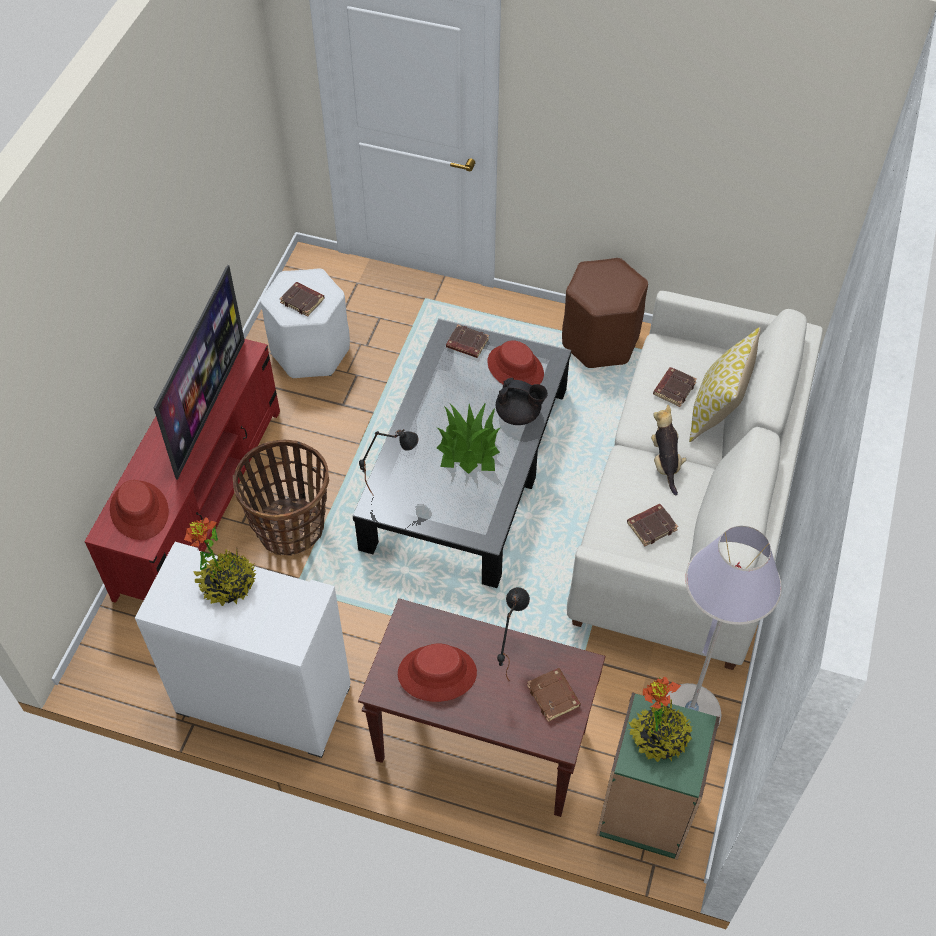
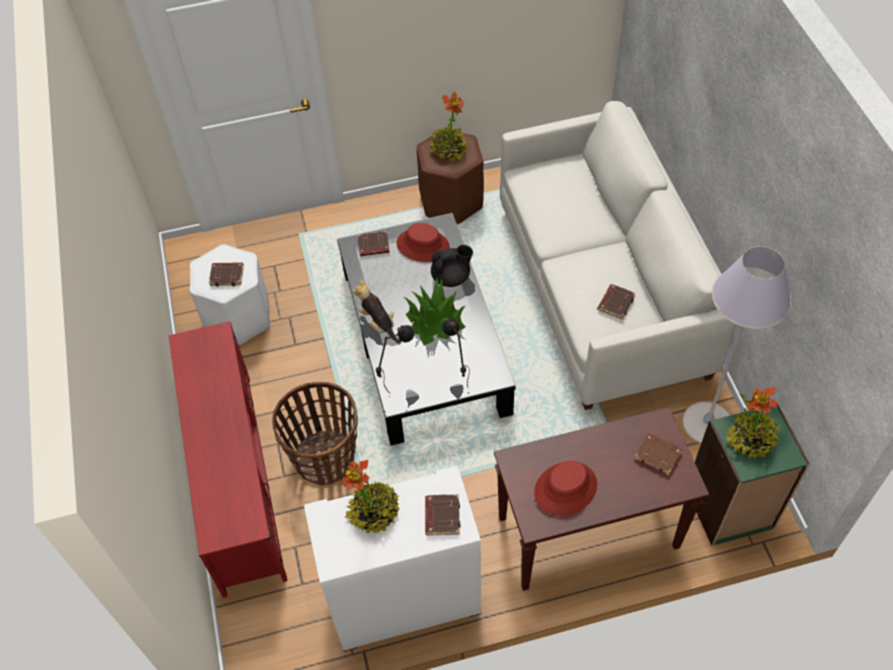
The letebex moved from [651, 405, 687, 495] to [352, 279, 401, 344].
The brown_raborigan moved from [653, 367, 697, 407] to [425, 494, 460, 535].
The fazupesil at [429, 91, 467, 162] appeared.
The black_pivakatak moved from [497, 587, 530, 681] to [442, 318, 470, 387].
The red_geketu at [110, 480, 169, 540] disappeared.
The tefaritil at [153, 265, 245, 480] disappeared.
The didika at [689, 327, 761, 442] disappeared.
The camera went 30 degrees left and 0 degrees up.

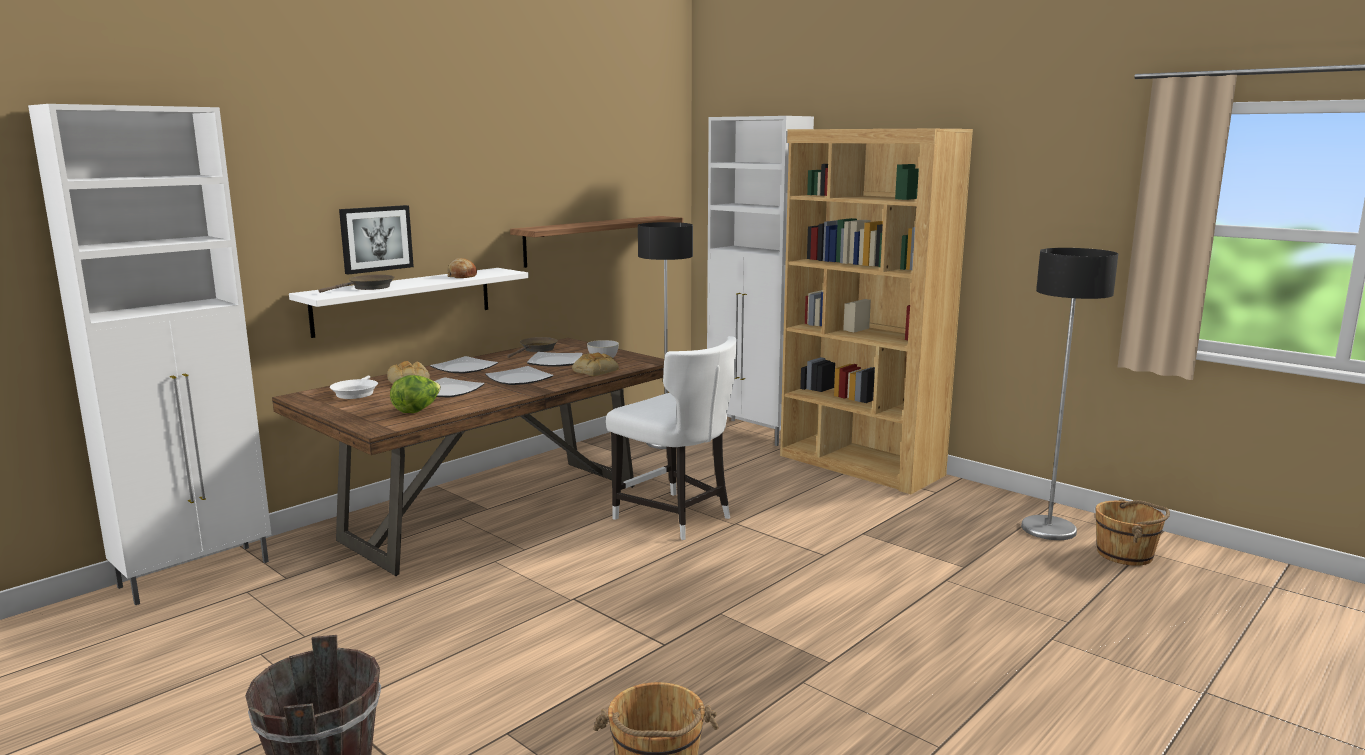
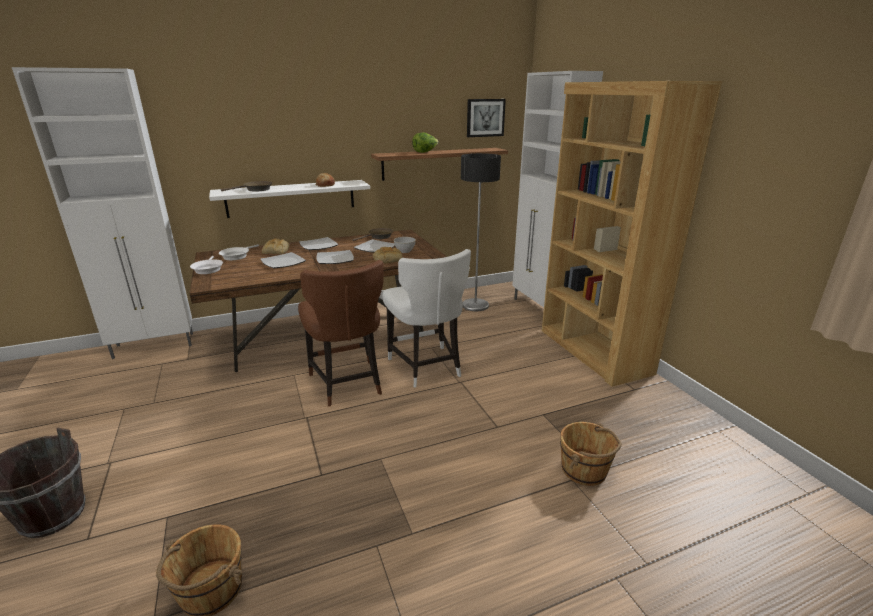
The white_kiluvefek at [190, 256, 223, 274] appeared.
The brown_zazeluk at [298, 260, 384, 407] appeared.
The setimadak moved from [390, 375, 441, 413] to [412, 132, 439, 153].
The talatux moved from [339, 205, 414, 275] to [467, 99, 506, 137].
The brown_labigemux moved from [1096, 499, 1170, 566] to [560, 422, 622, 486].
The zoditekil at [1021, 248, 1118, 540] disappeared.
The camera went 25 degrees right and 10 degrees up.

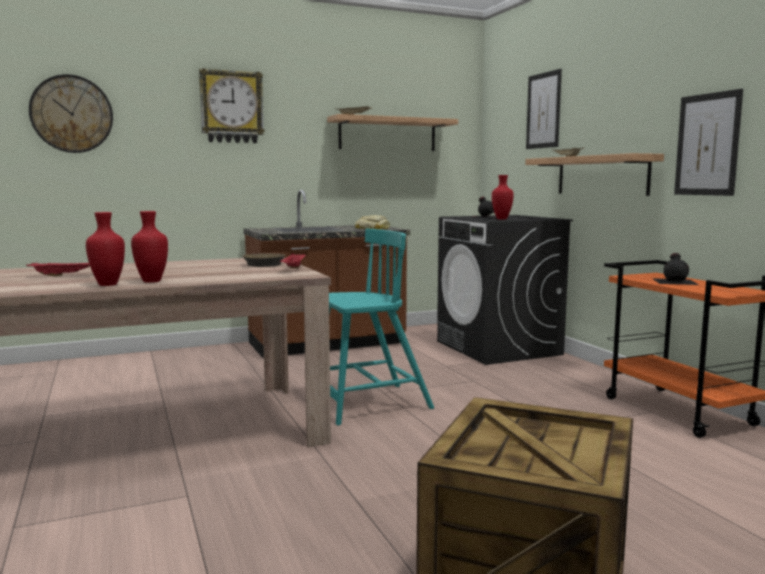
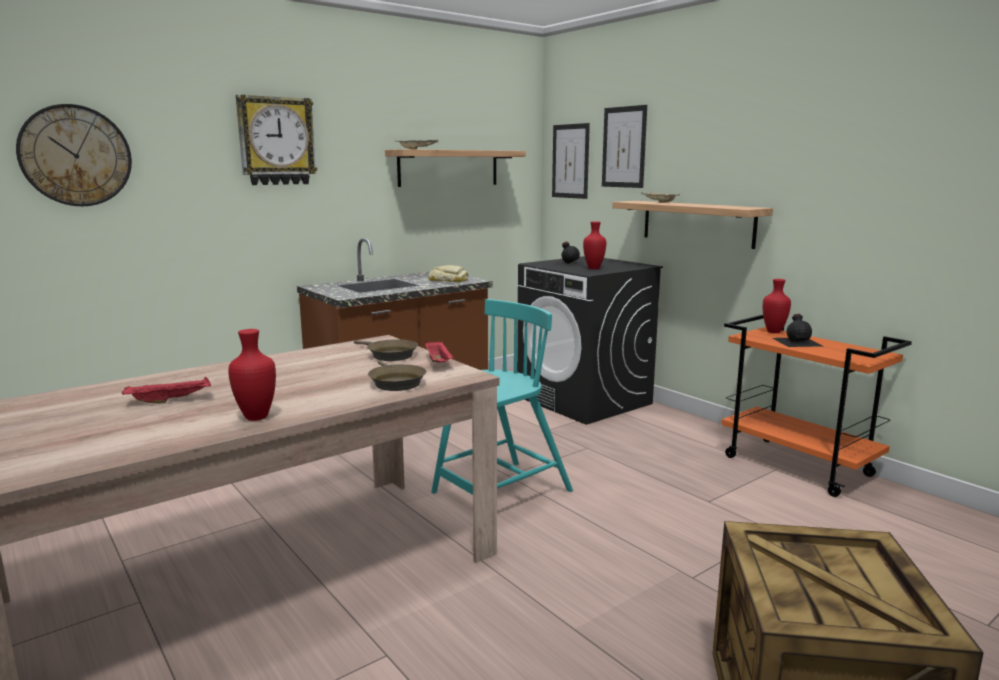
The brown_kiluvefek at [368, 360, 427, 391] appeared.
The talatux moved from [674, 89, 743, 196] to [552, 123, 590, 199].
The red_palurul moved from [131, 211, 168, 283] to [763, 279, 791, 333].
The camera went 15 degrees left and 5 degrees up.

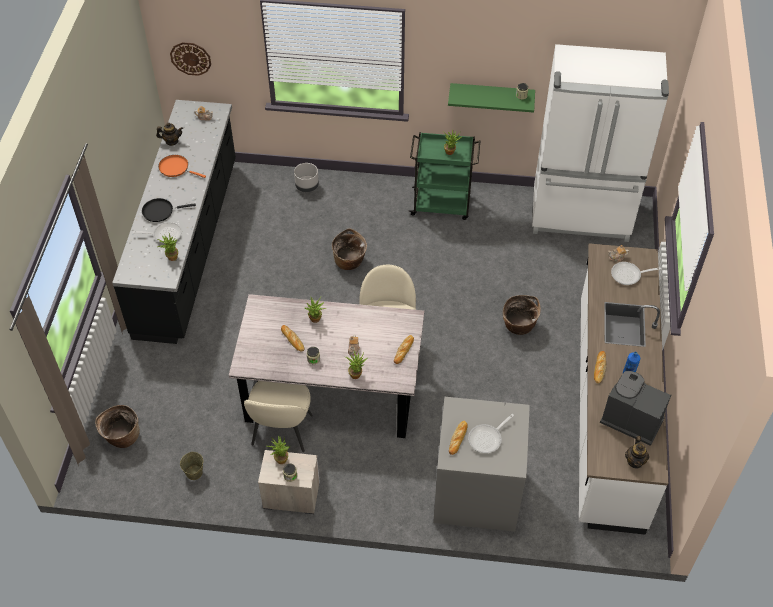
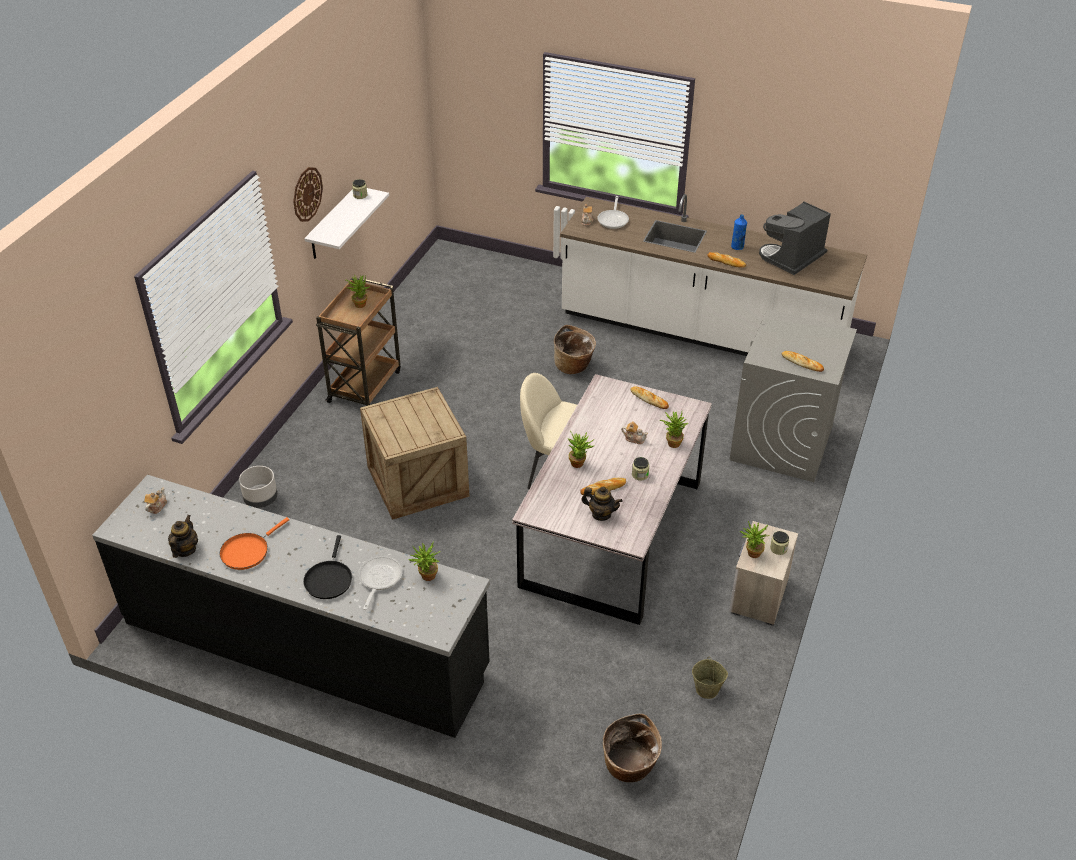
The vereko moved from [170, 42, 211, 76] to [293, 167, 323, 222].
The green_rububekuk at [448, 83, 535, 113] became the white_rububekuk at [304, 188, 389, 259].
The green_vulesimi at [409, 132, 480, 220] became the brown_vulesimi at [316, 278, 401, 406].
The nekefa at [332, 228, 367, 270] was replaced by the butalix at [360, 387, 470, 520].
The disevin moved from [625, 436, 649, 469] to [581, 486, 623, 521].
The beige_zazeluk at [244, 381, 313, 452] disappeared.
The kiluvefek at [468, 414, 514, 453] disappeared.
The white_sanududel at [532, 44, 669, 242] disappeared.
The camera went 75 degrees left and 10 degrees down.

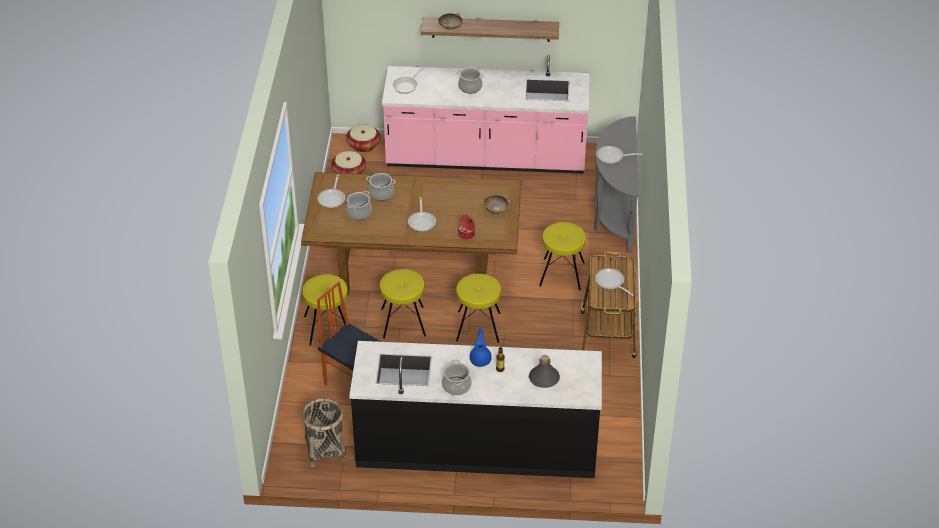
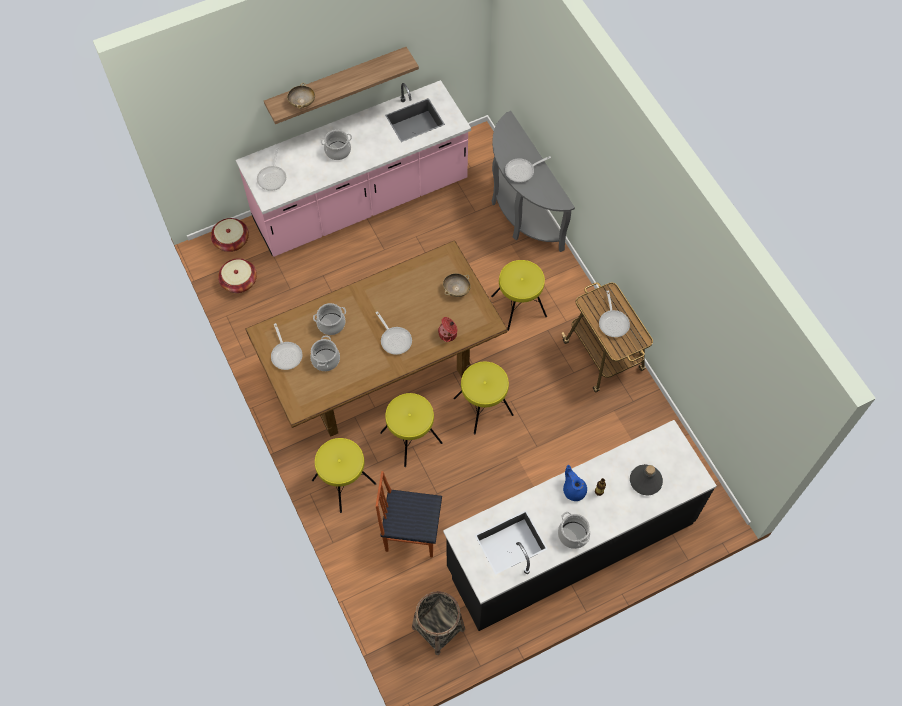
The kiluvefek at [595, 268, 634, 296] turned 120 degrees counterclockwise.
The camera went 30 degrees left and 20 degrees up.

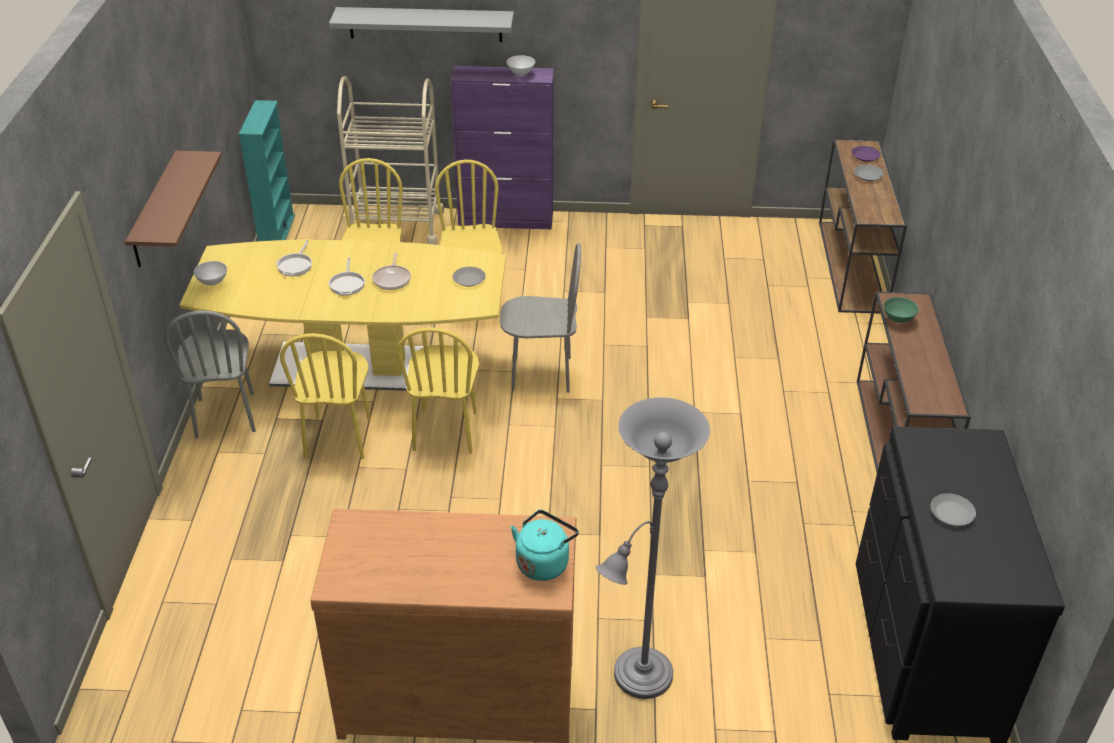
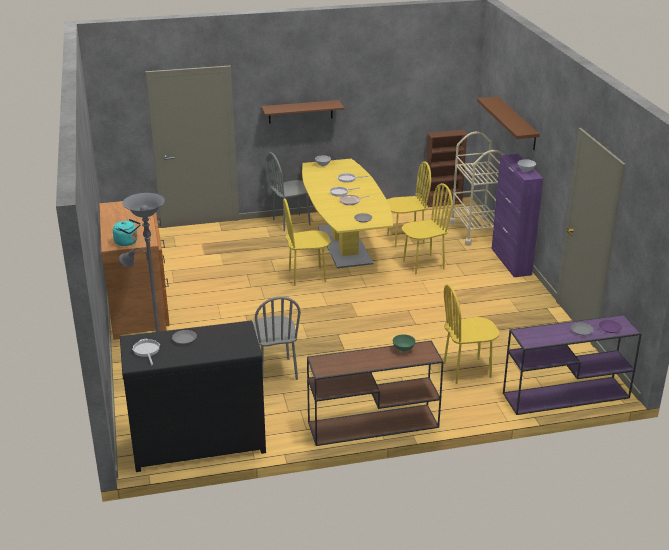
The kiluvefek at [132, 339, 160, 365] appeared.
The grey_zazeluk moved from [500, 243, 581, 393] to [253, 296, 301, 380].
The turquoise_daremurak at [239, 100, 295, 241] became the brown_daremurak at [425, 130, 467, 207].
The yellow_zazeluk moved from [280, 333, 371, 459] to [444, 284, 500, 384].
The grey_rububekuk at [329, 7, 514, 42] became the brown_rububekuk at [477, 97, 540, 150].
The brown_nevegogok at [819, 139, 907, 314] became the purple_nevegogok at [503, 315, 642, 415].
The camera went 75 degrees right and 10 degrees down.

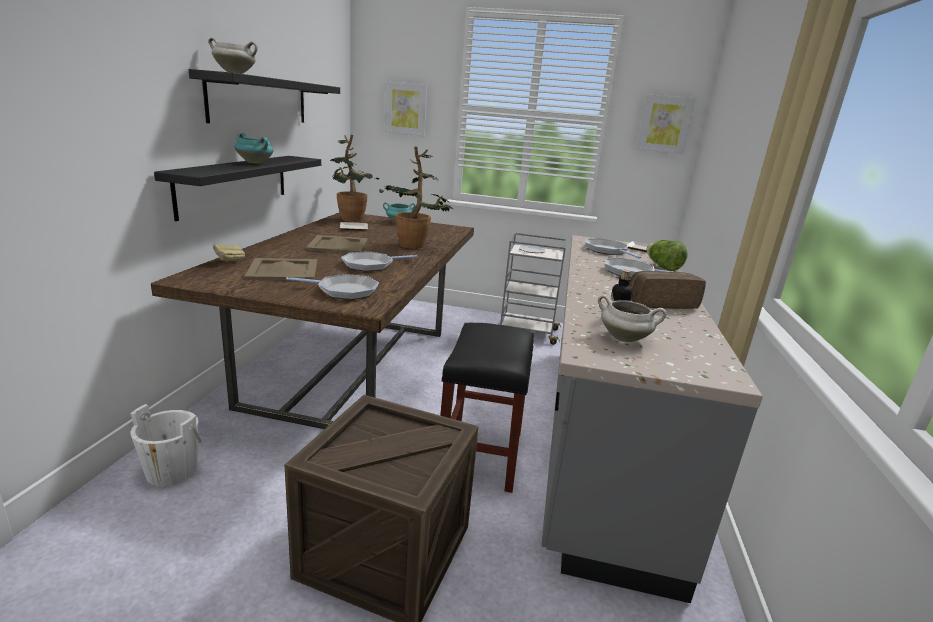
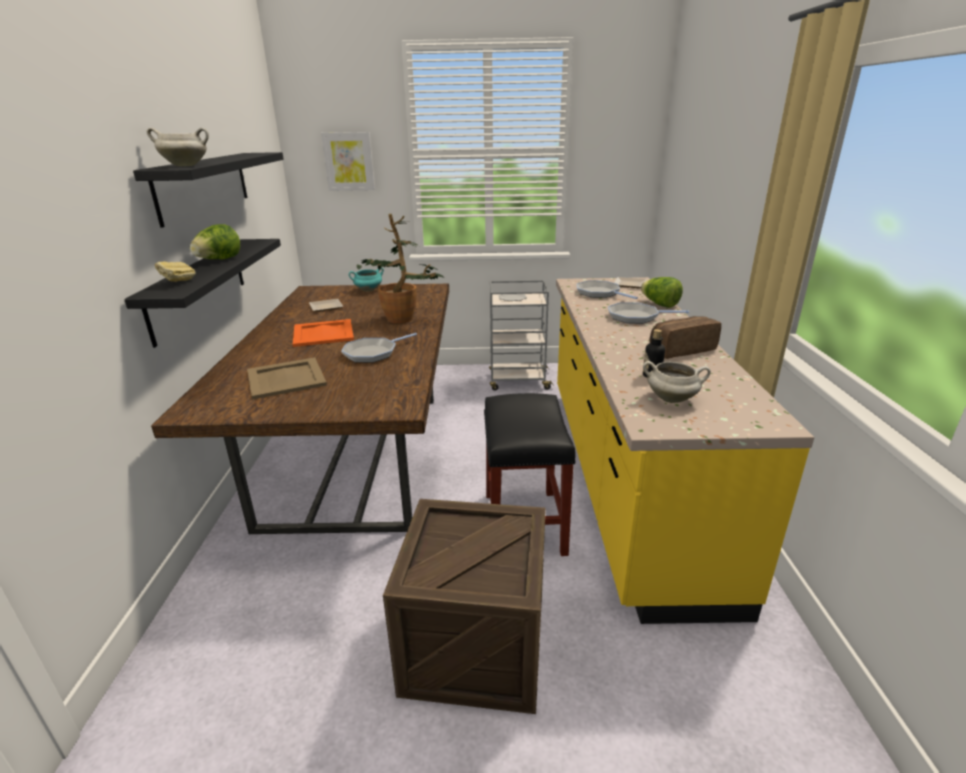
The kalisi moved from [213, 244, 245, 261] to [155, 262, 195, 282].
The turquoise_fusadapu at [235, 133, 273, 164] was replaced by the setimadak at [190, 224, 240, 259].
The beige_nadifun at [306, 235, 368, 253] became the orange_nadifun at [293, 319, 354, 347].
The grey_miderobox at [541, 235, 763, 603] became the yellow_miderobox at [556, 277, 814, 624].
The white_labigemux at [131, 404, 202, 486] disappeared.
The kiluvefek at [286, 274, 379, 300] disappeared.
The fazupesil at [330, 135, 379, 222] disappeared.
The talatux at [636, 94, 696, 154] disappeared.
The camera went 10 degrees left and 5 degrees up.

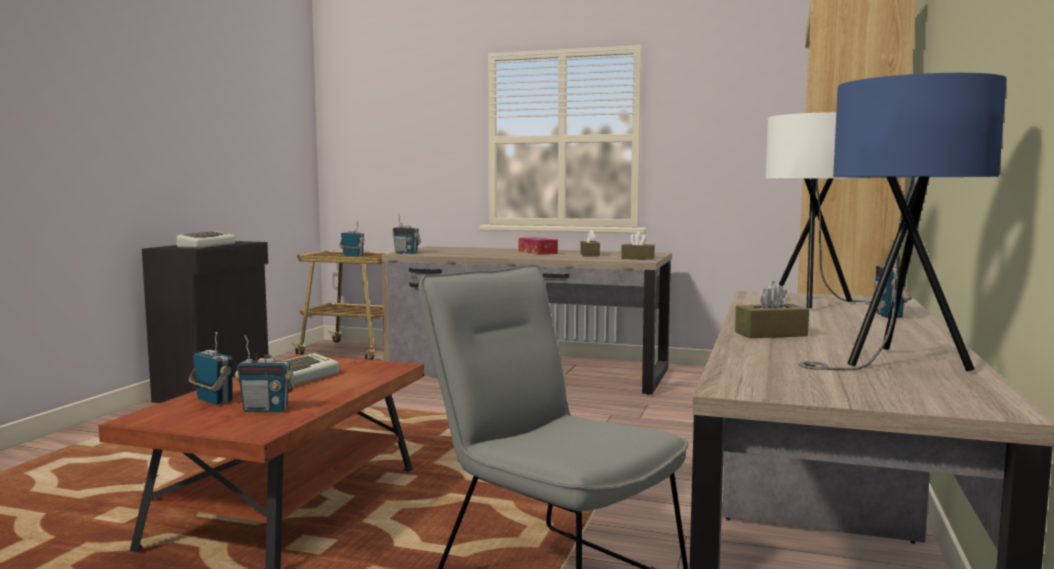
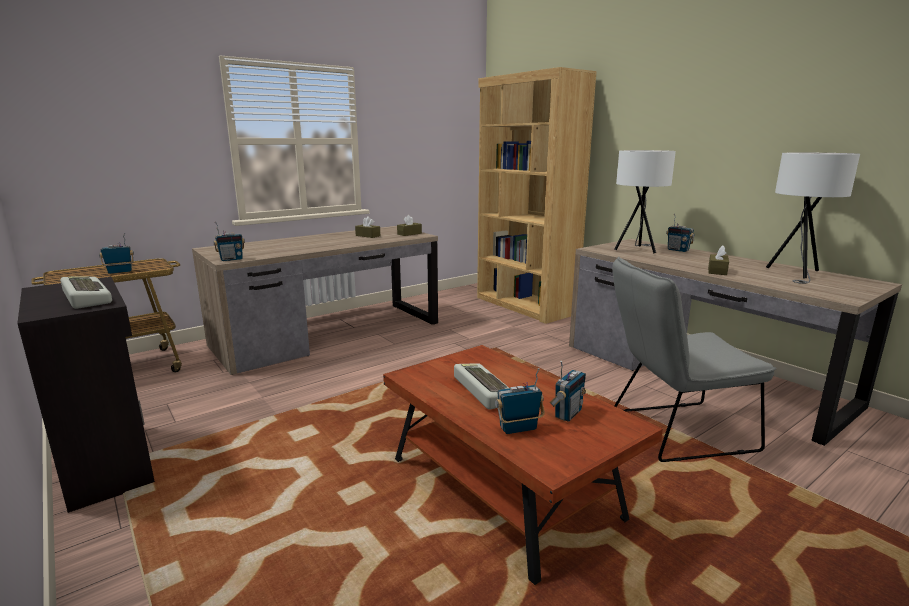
The blue_pivakatak at [798, 73, 1007, 371] became the white_pivakatak at [766, 153, 860, 284].
The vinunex at [519, 237, 558, 255] disappeared.
The camera went 55 degrees left and 10 degrees up.

